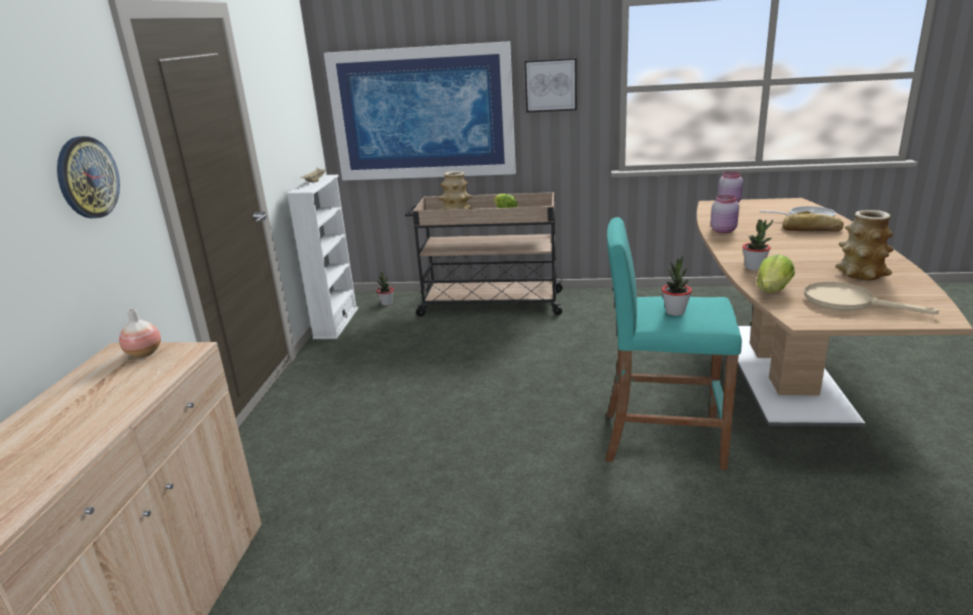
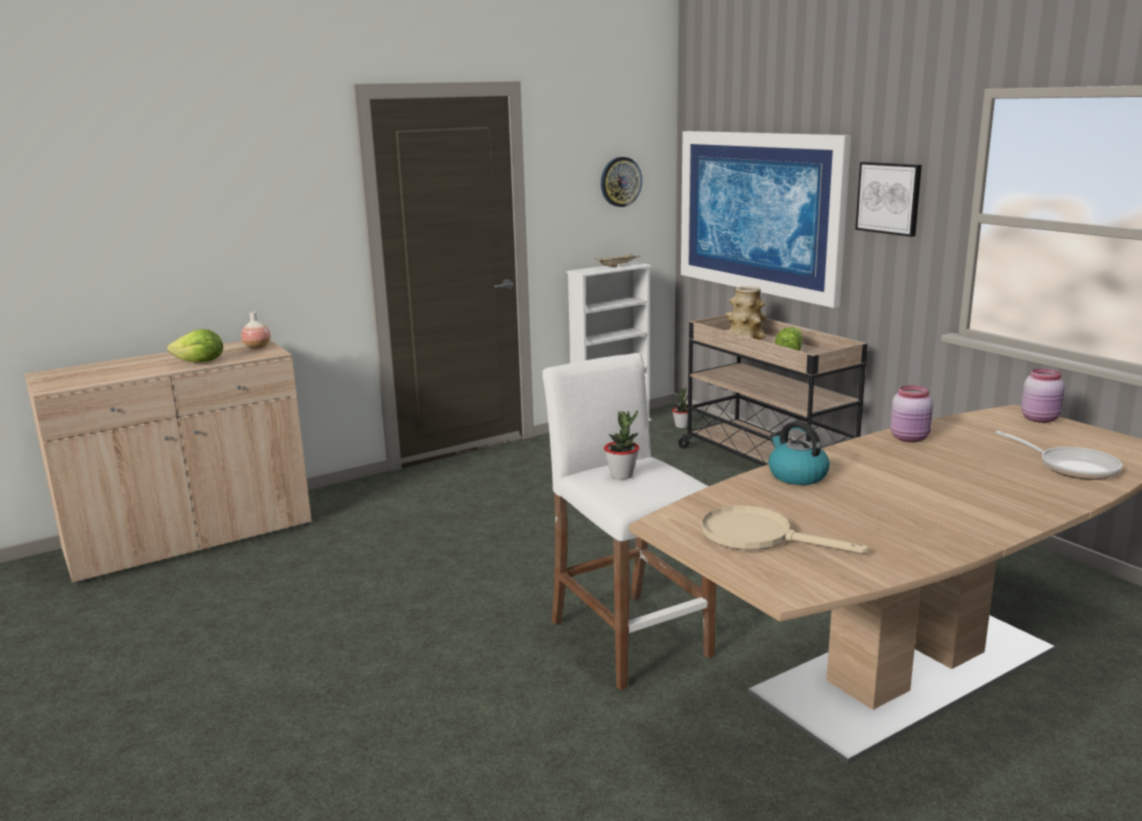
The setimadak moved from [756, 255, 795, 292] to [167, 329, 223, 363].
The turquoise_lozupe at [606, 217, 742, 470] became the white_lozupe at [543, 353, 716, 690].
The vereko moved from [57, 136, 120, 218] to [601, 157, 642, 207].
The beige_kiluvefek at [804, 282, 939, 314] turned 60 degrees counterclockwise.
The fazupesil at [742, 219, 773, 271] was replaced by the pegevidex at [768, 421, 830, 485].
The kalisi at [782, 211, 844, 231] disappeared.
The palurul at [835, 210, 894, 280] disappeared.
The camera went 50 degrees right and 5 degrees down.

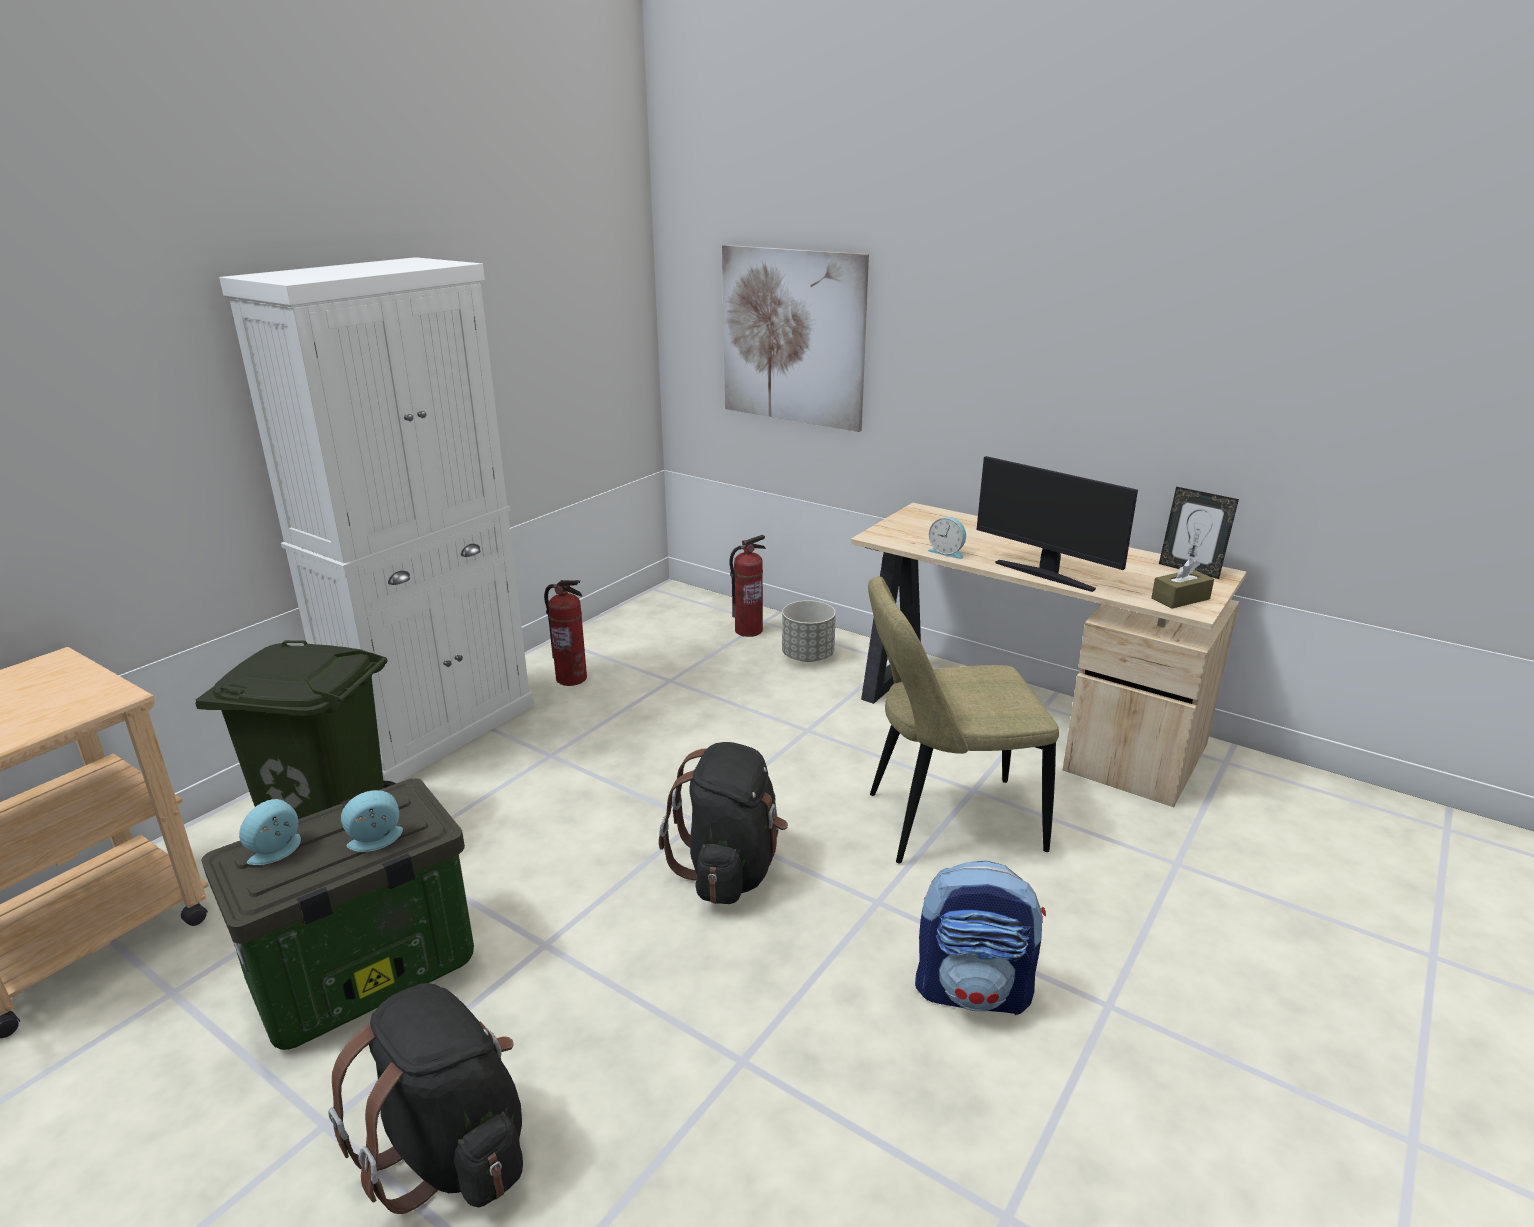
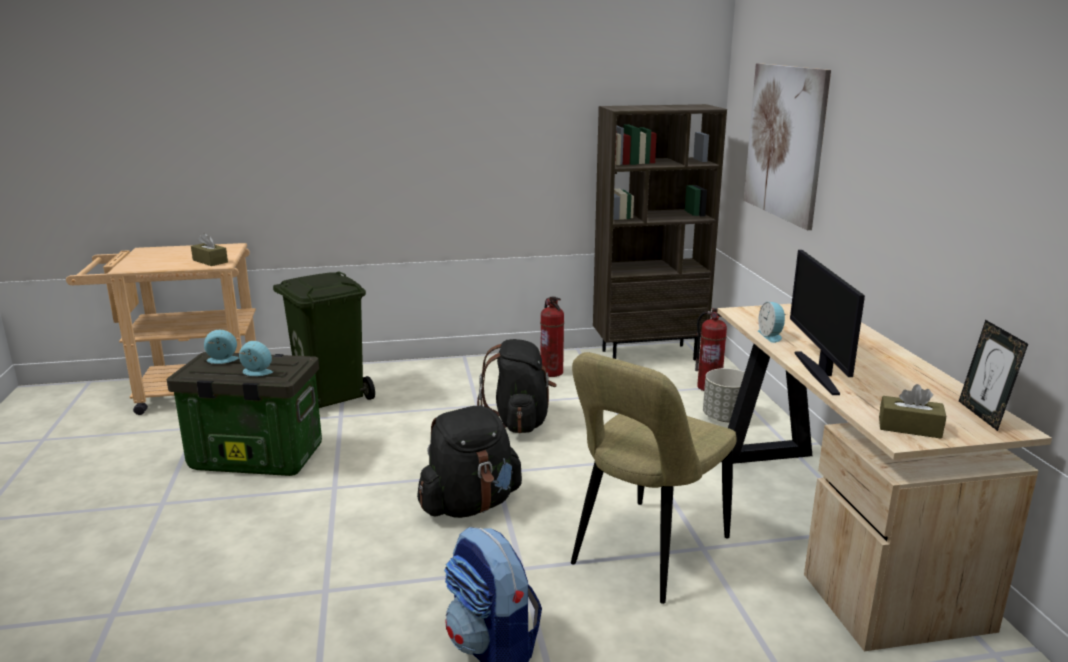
The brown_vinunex at [191, 233, 228, 266] appeared.
The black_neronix moved from [328, 983, 523, 1214] to [477, 339, 557, 433].
The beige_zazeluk at [868, 576, 1059, 863] turned 90 degrees counterclockwise.
The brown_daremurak at [593, 104, 727, 360] appeared.
The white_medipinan at [219, 257, 534, 783] disappeared.
The camera went 45 degrees right and 5 degrees down.

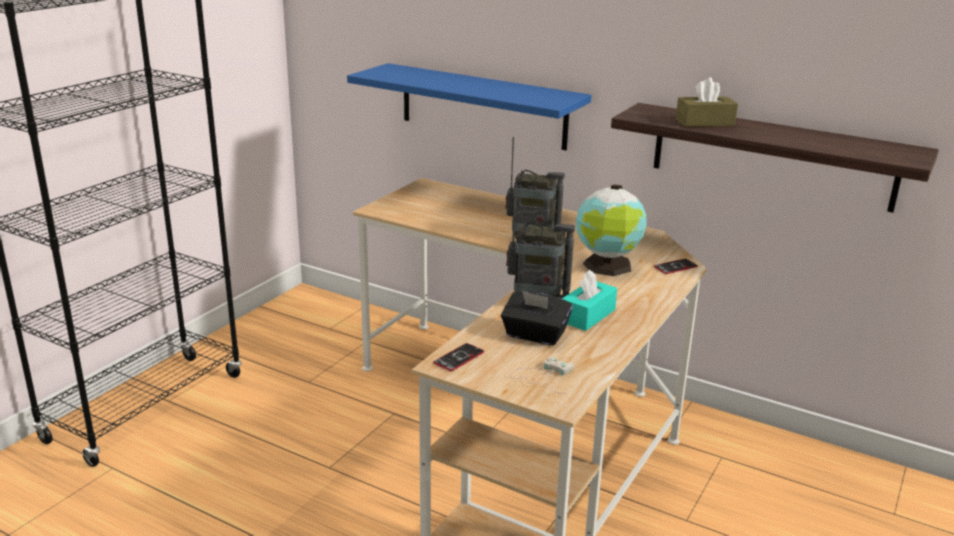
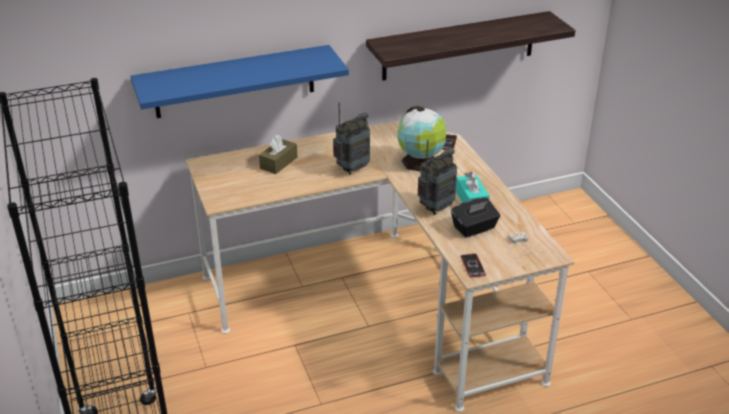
The brown_vinunex moved from [676, 78, 738, 127] to [259, 135, 297, 174].
The camera went 50 degrees left and 10 degrees up.

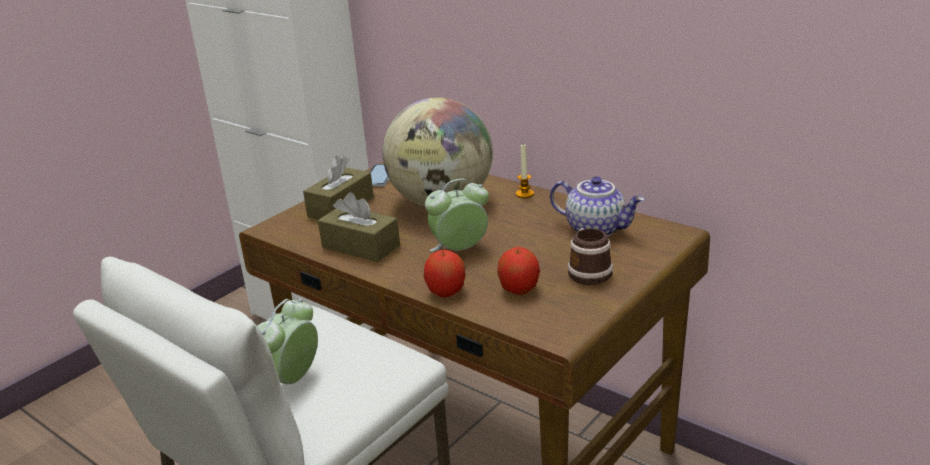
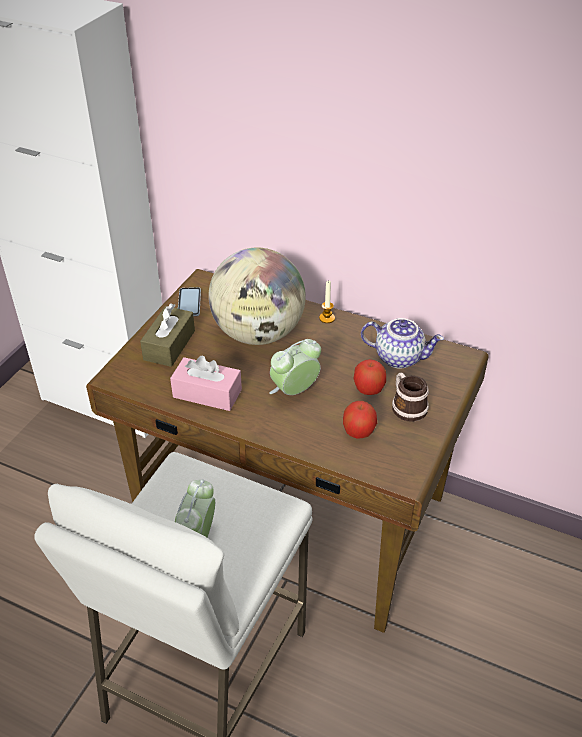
The brown_vinunex at [318, 192, 400, 262] became the pink_vinunex at [170, 355, 242, 411].
The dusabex moved from [424, 250, 466, 297] to [353, 359, 386, 395].
The camera went 15 degrees left and 15 degrees up.

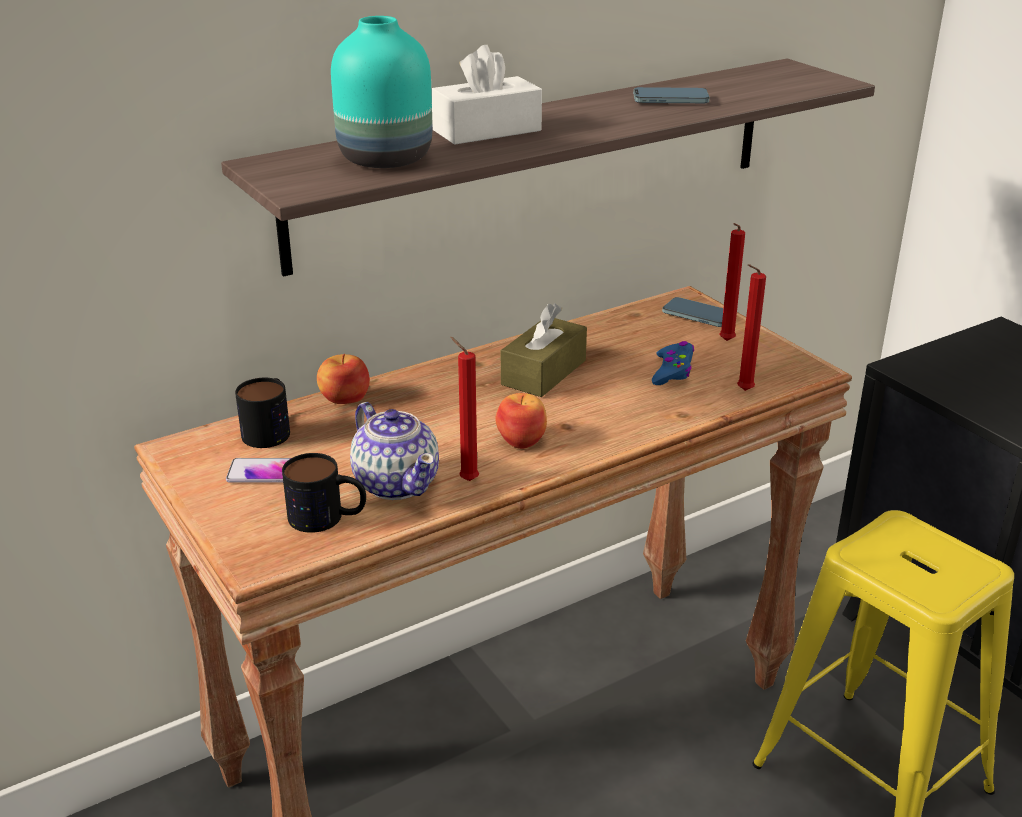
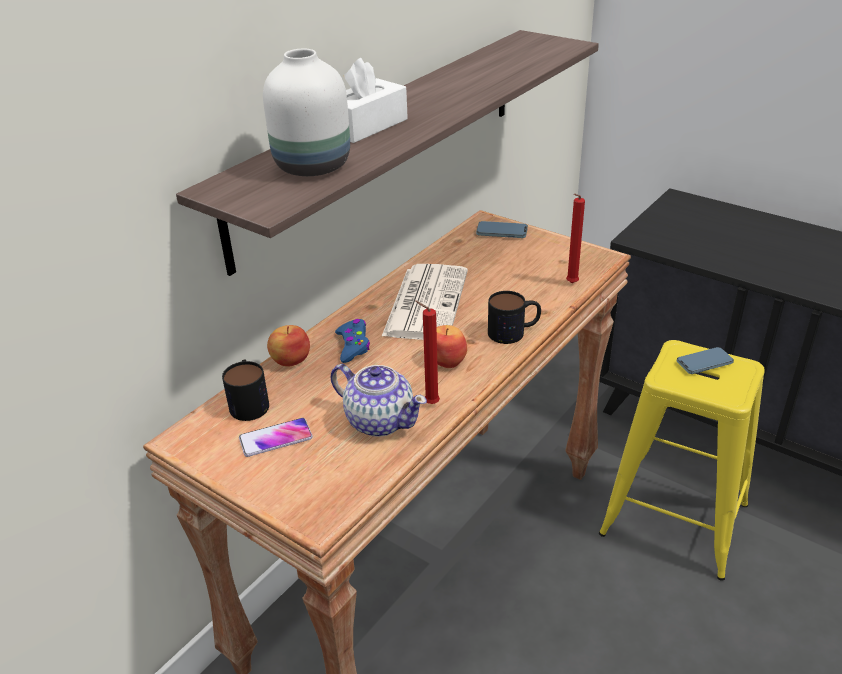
The turquoise_palurul at [331, 16, 432, 168] became the white_palurul at [263, 49, 350, 176].
The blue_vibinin moved from [652, 341, 694, 385] to [335, 319, 370, 363].
The brown_vinunex at [501, 303, 587, 397] was replaced by the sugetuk at [381, 264, 468, 340].
The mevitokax moved from [282, 453, 366, 533] to [488, 291, 541, 344].
The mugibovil moved from [633, 87, 710, 103] to [677, 347, 734, 374].
The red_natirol at [720, 223, 745, 341] disappeared.
The camera went 20 degrees left and 5 degrees up.

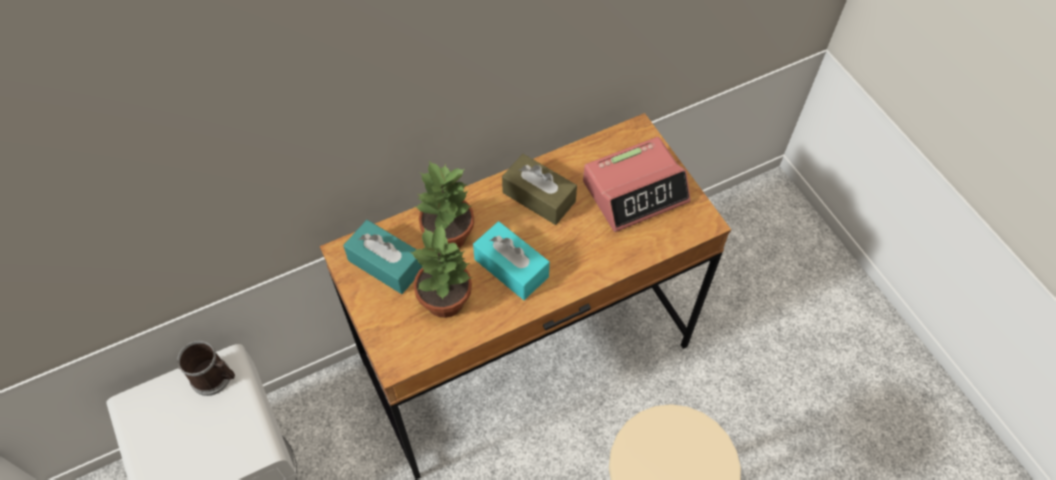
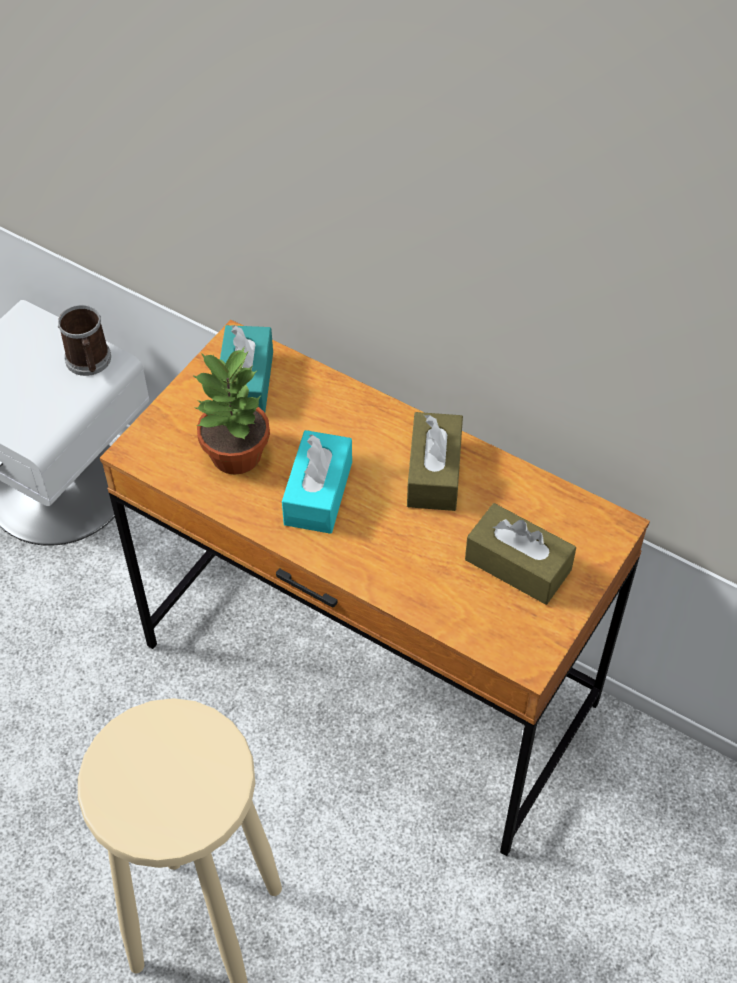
The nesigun at [583, 137, 691, 232] was replaced by the brown_vinunex at [465, 503, 576, 605].
The fazupesil at [414, 161, 474, 249] disappeared.
The camera went 60 degrees right and 5 degrees down.

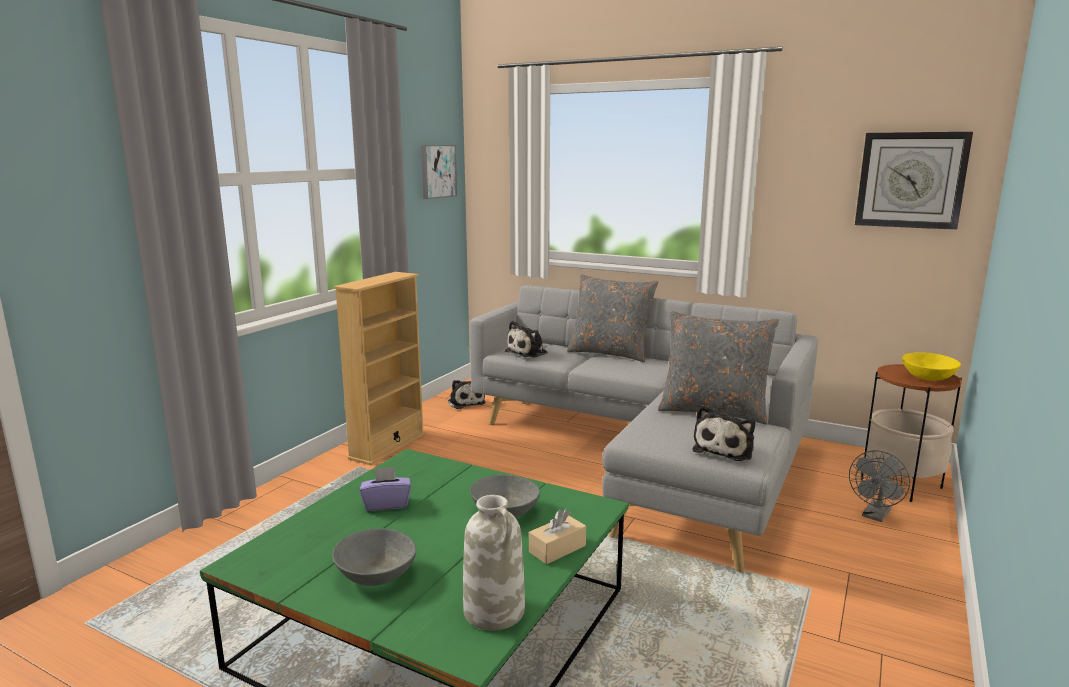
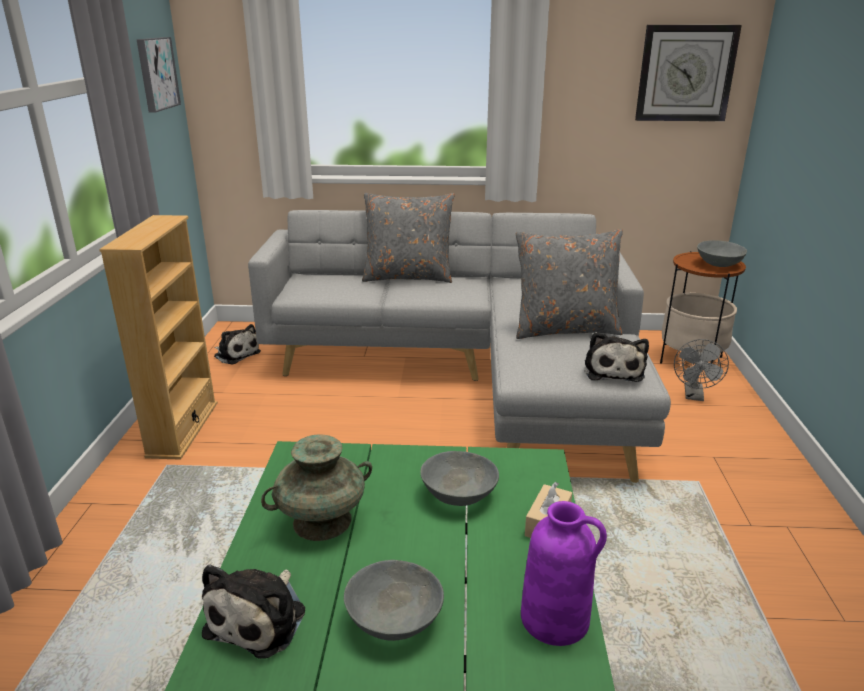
The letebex moved from [505, 321, 548, 358] to [202, 564, 305, 659].
The purple_vinunex at [360, 467, 411, 511] was replaced by the turquoise_palurul at [261, 434, 372, 541].
The white_palurul at [463, 495, 525, 631] became the purple_palurul at [521, 501, 607, 646].
The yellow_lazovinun at [902, 352, 961, 381] became the grey_lazovinun at [697, 240, 747, 267].
The camera went 25 degrees left and 10 degrees up.

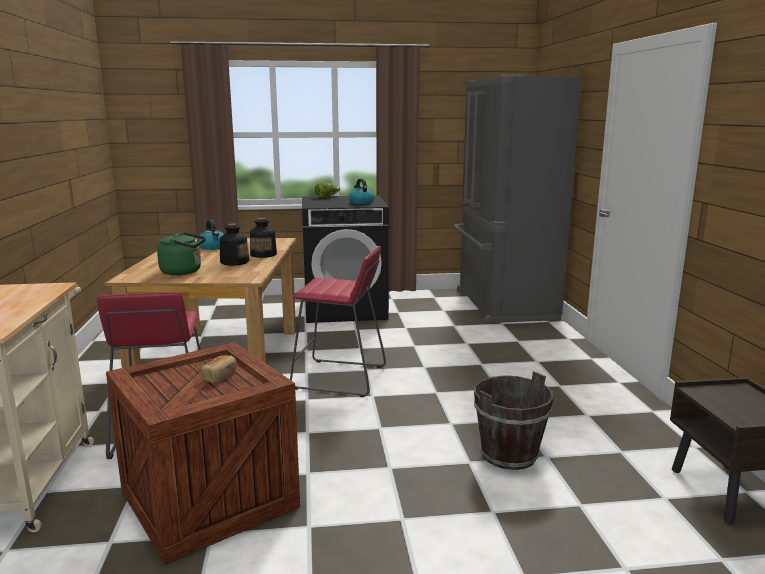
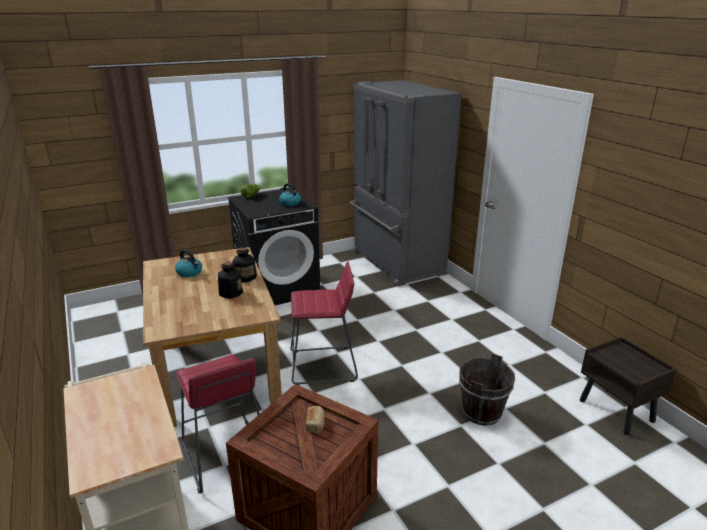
The green_pegevidex at [157, 232, 206, 275] disappeared.
The camera went 20 degrees left and 10 degrees up.

